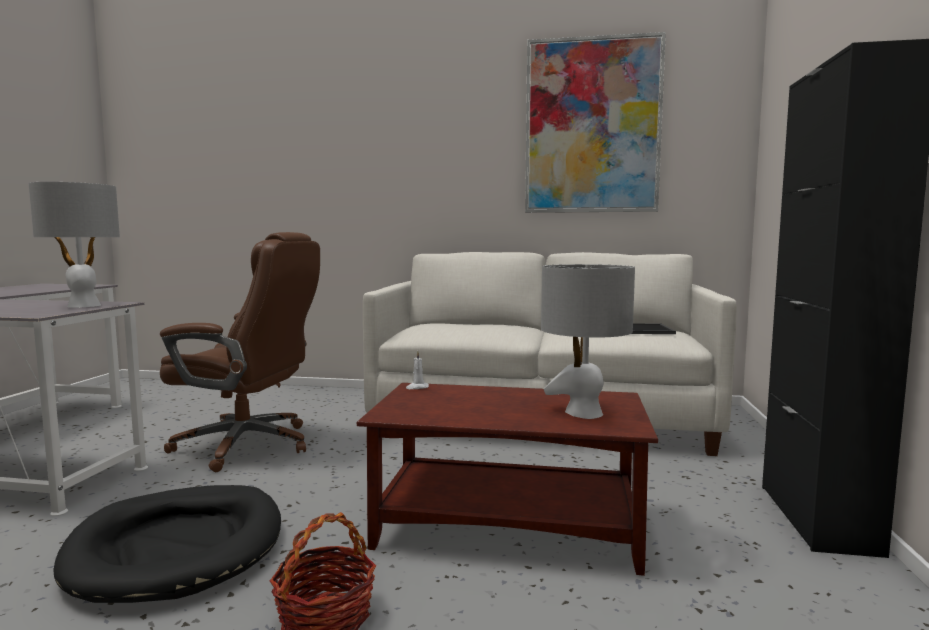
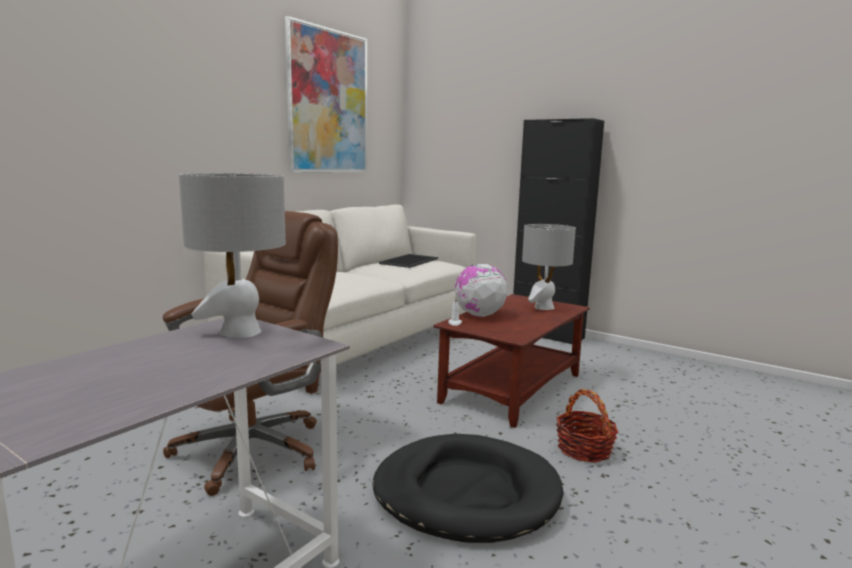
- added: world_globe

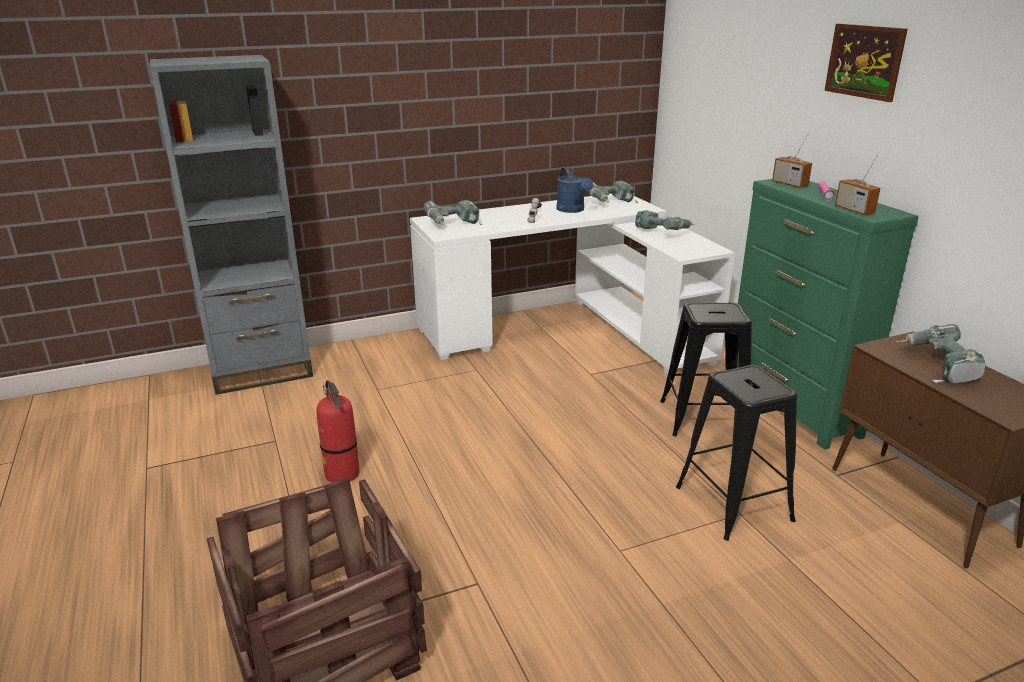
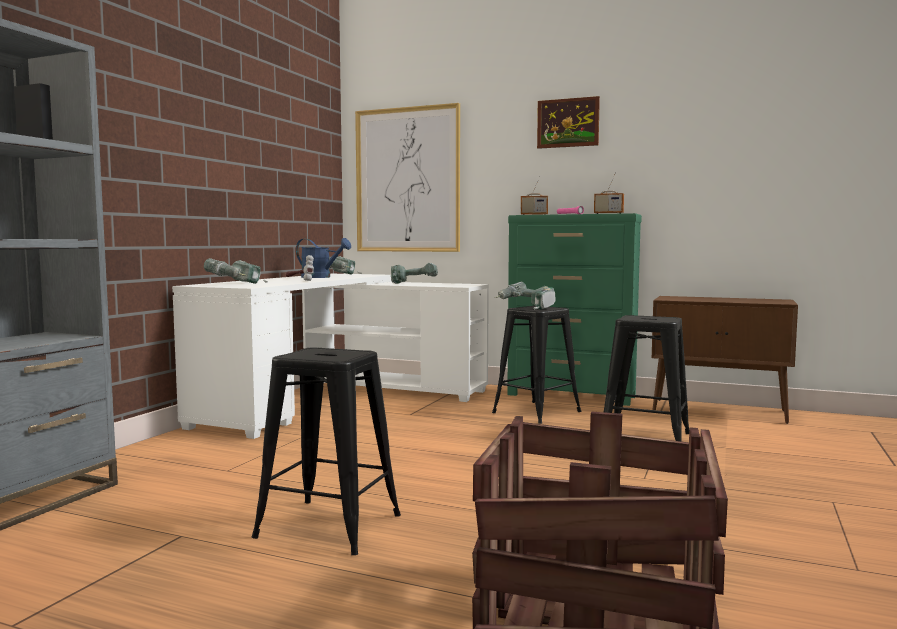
- added: wall_art (1st from left)
- moved: power_drill (4th from left)
- replaced: fire-fighting_cylinder to black_sitting_stool (1st from left)

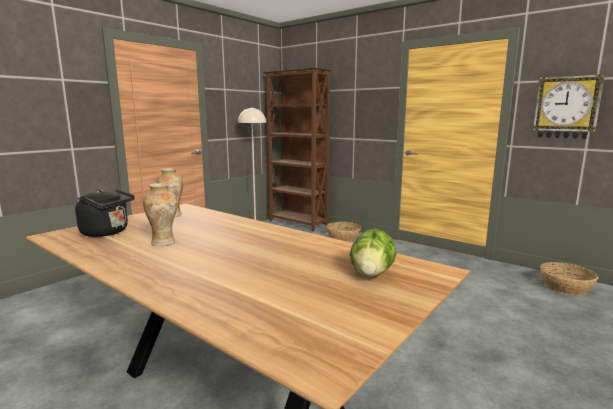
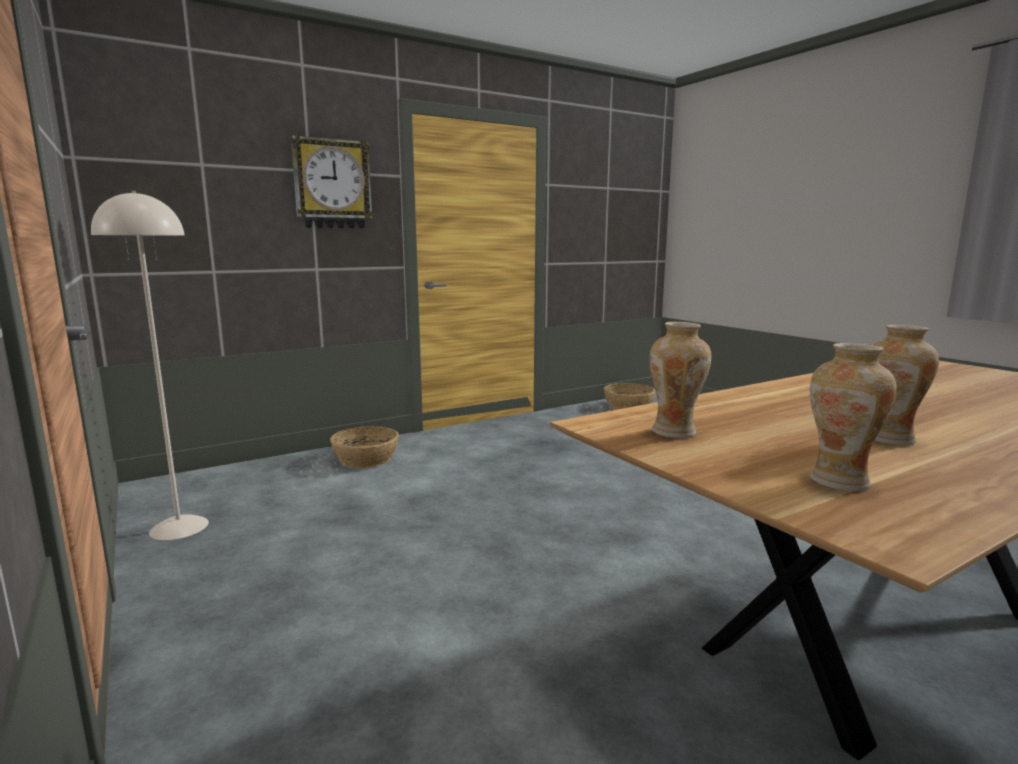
- removed: brown_bookshelf
- removed: lettuce_head
- moved: hanging_clock
- replaced: black_water_kettle to decorative_vase (2nd from left)

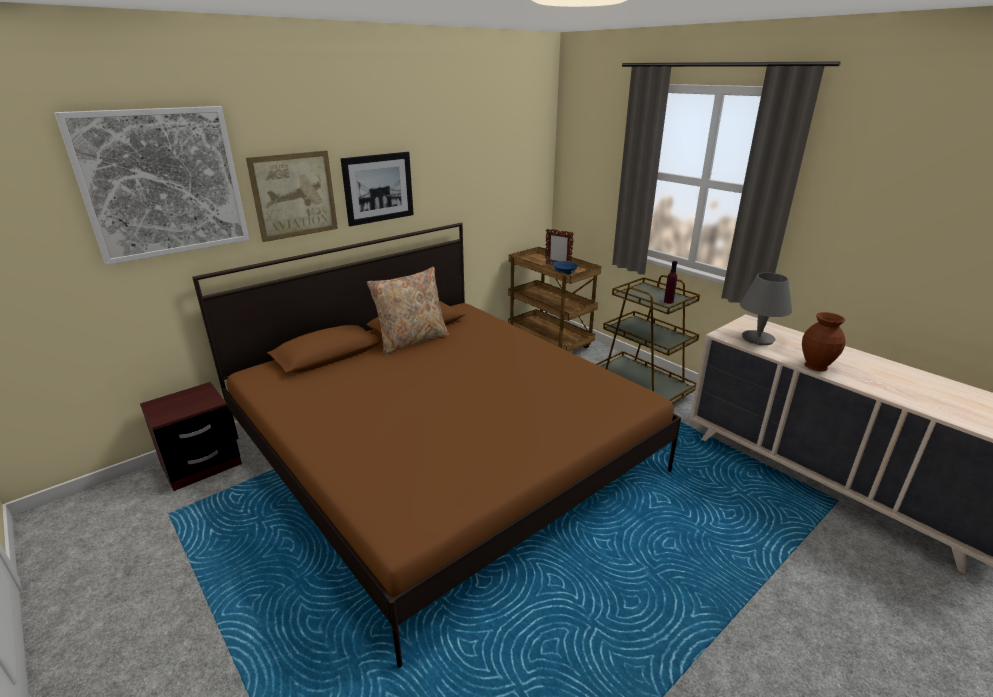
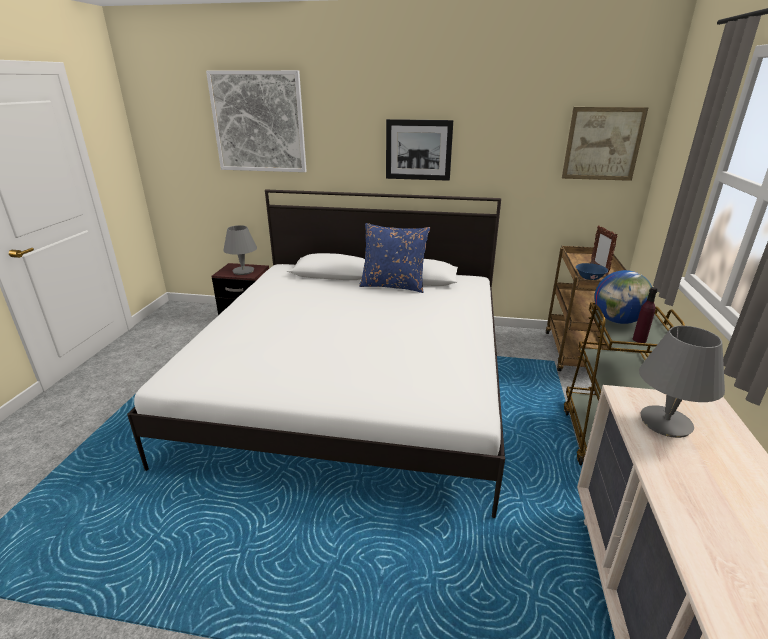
- removed: brown_decorative_vase
- added: gray_tabletop_lamp (1st from left)
- added: world_globe
- moved: wall_art (2nd from left in the first image) to wall_art (3rd from left)
- recoloured: brown_bedroom_bed to white-coloured_bedroom_bed
- recoloured: beige_pillow to bluish_pillow

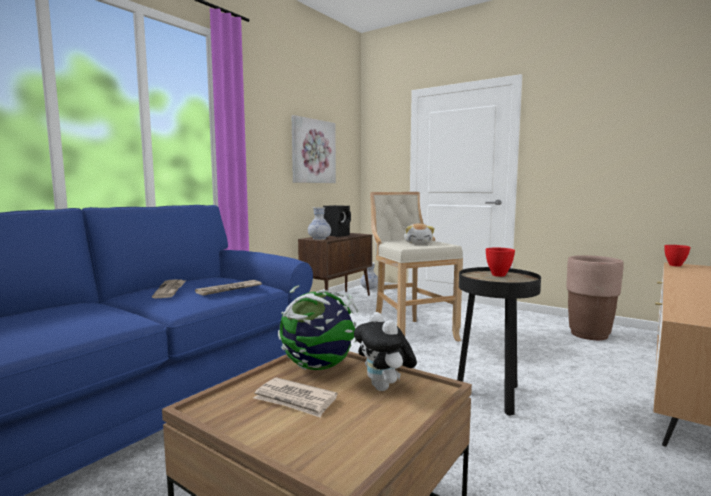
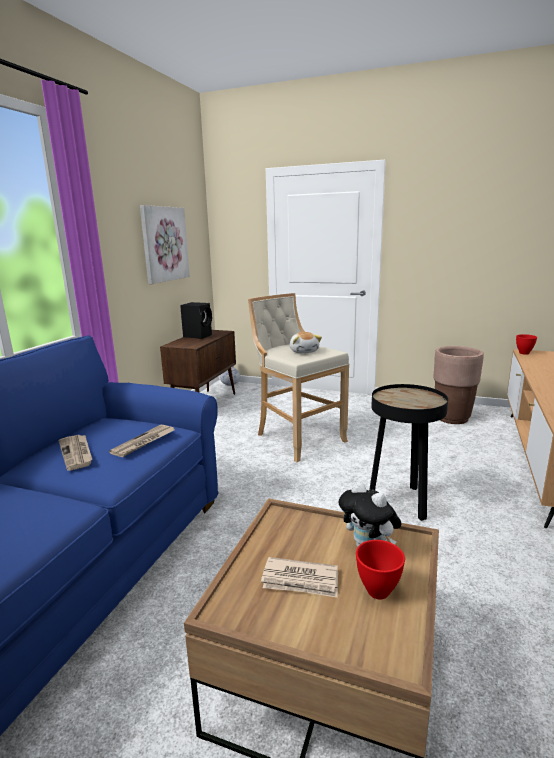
- removed: world_globe
- removed: decorative_vase (1st from left)
- moved: red-coloured_serving_bowl (1st from left)

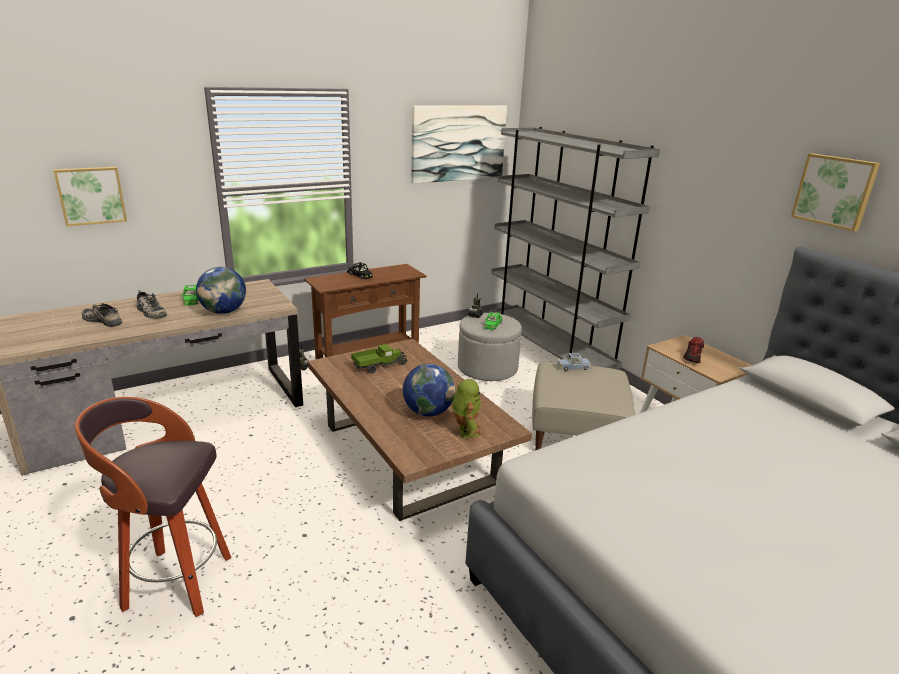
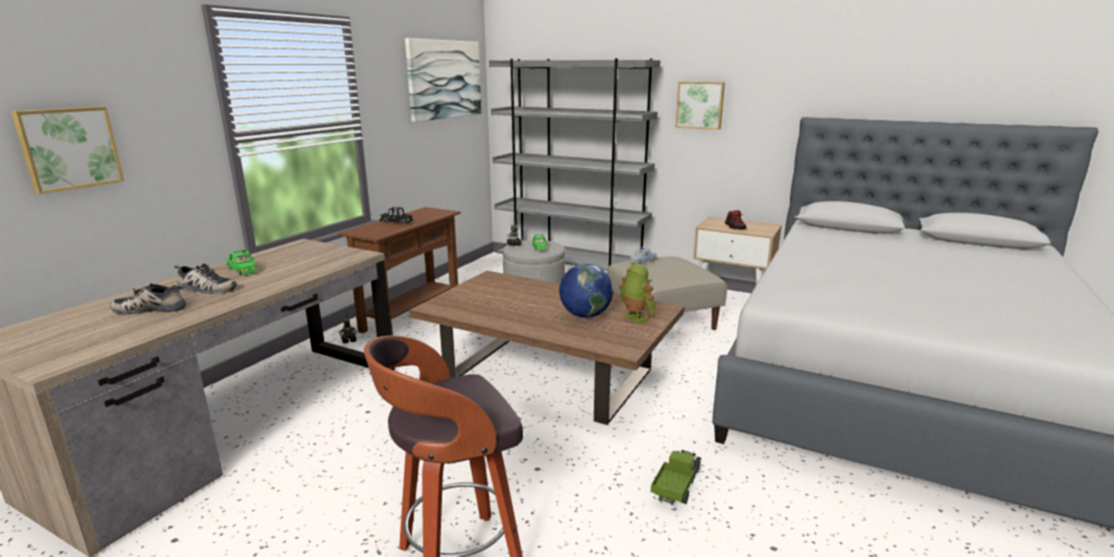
- removed: world_globe (1st from left)
- moved: toy_lorry
- moved: wall_art (3rd from left)

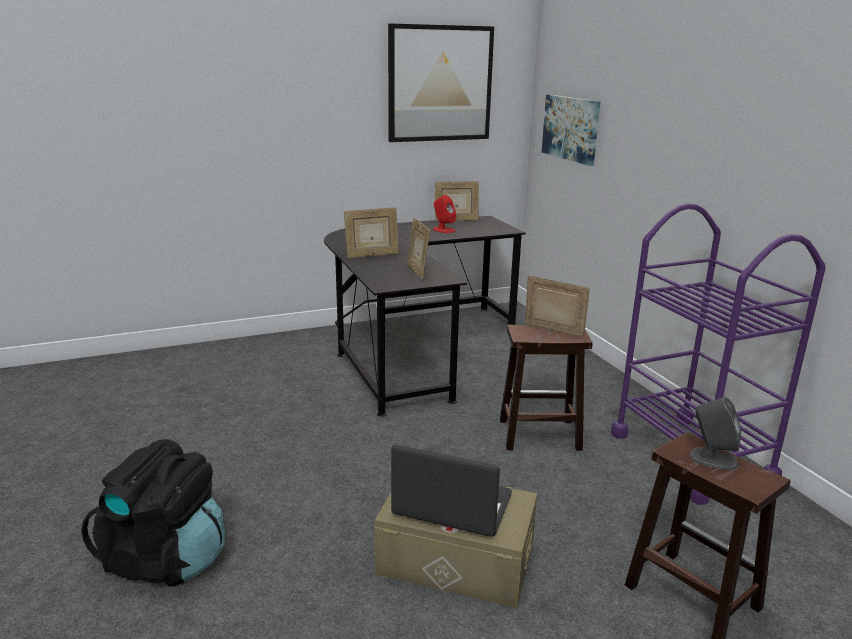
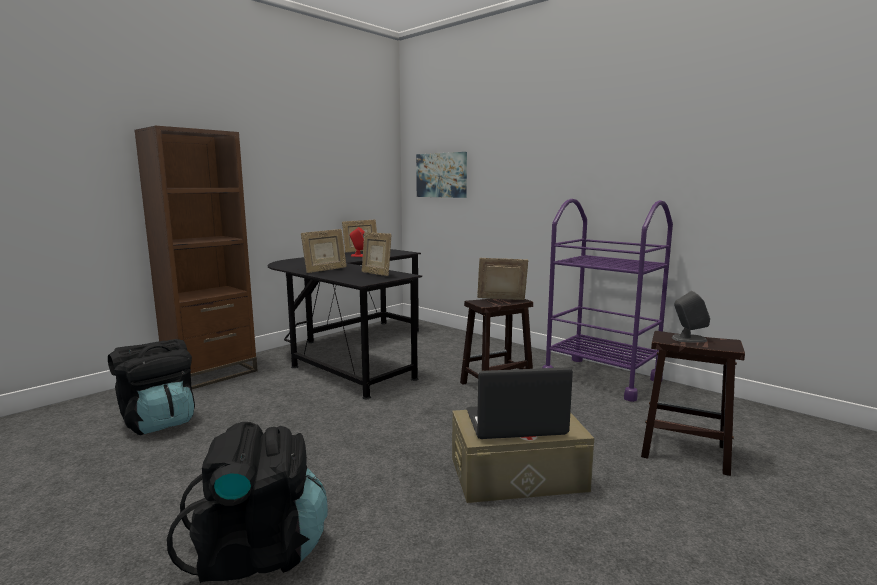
- removed: wall_art (1st from left)
- added: black_backpack (1st from left)
- added: brown_bookshelf

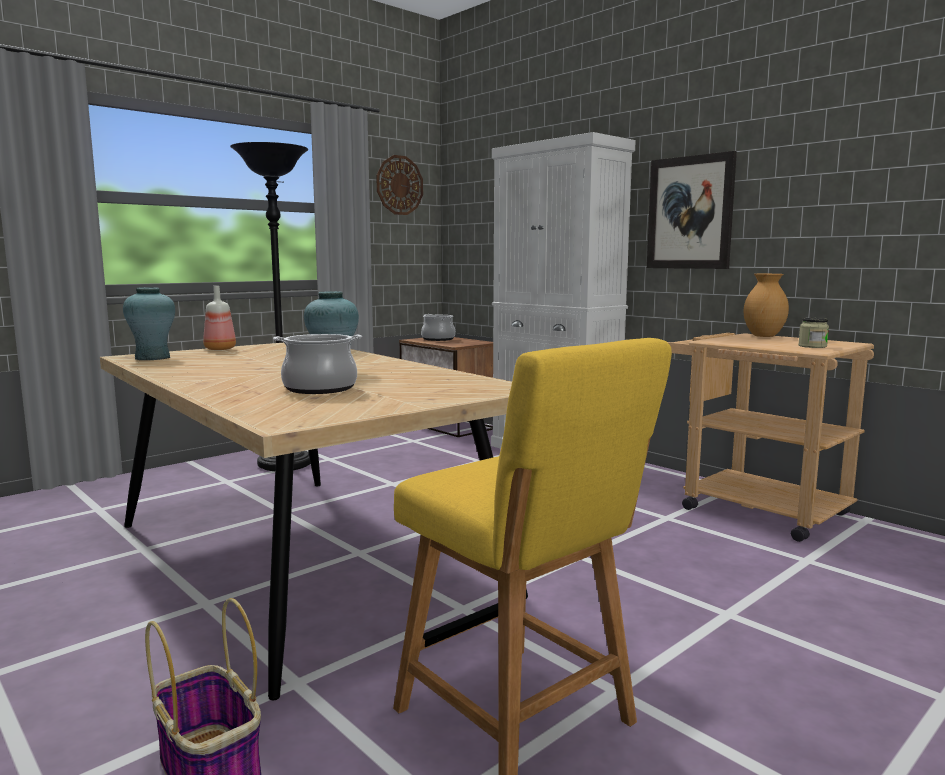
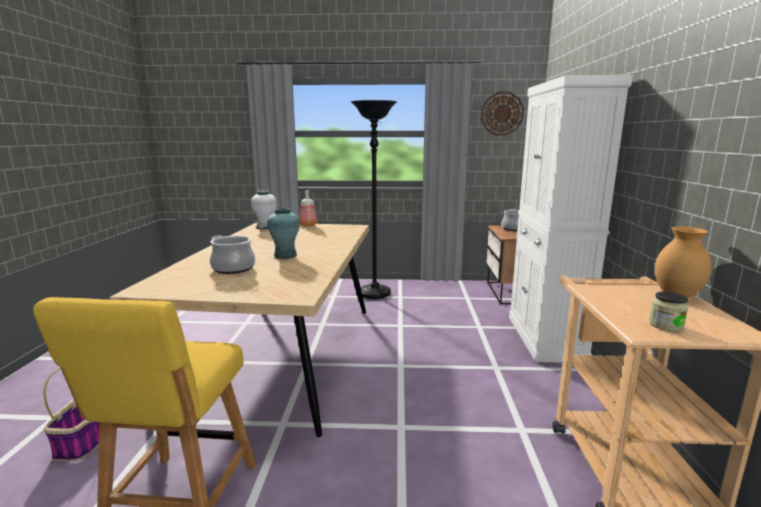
- removed: wall_art
- recoloured: turquoise_decorative_vase (1st from left) to white-coloured_decorative_vase

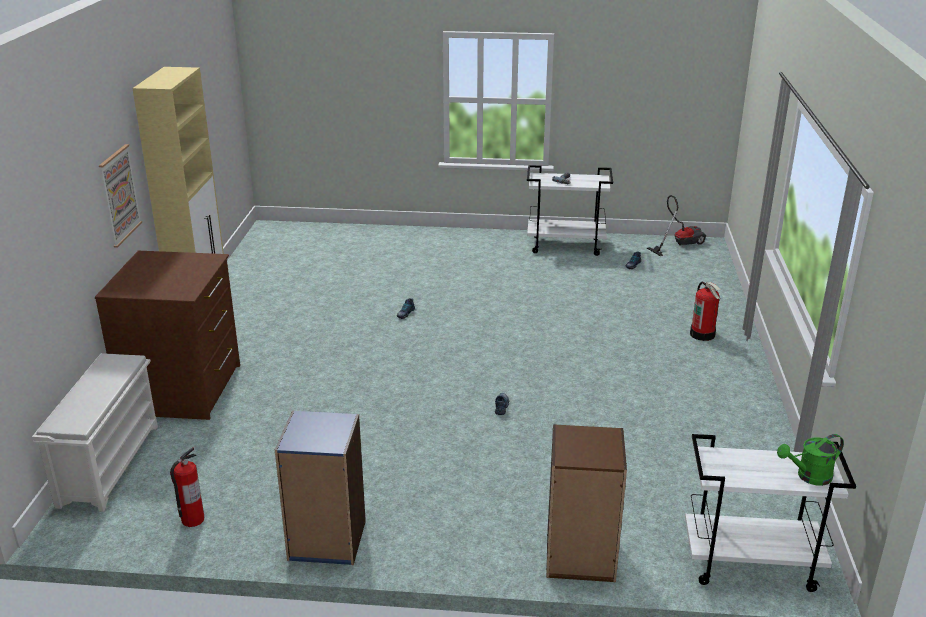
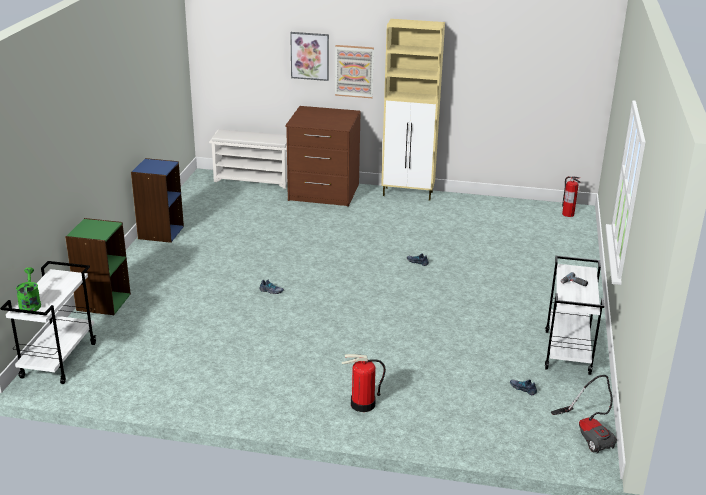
- added: wall_art (1st from left)
- moved: fire-fighting_cylinder (1st from left in the first image) to fire-fighting_cylinder (2nd from left)
- recoloured: brown_bookshelf to greenish_bookshelf

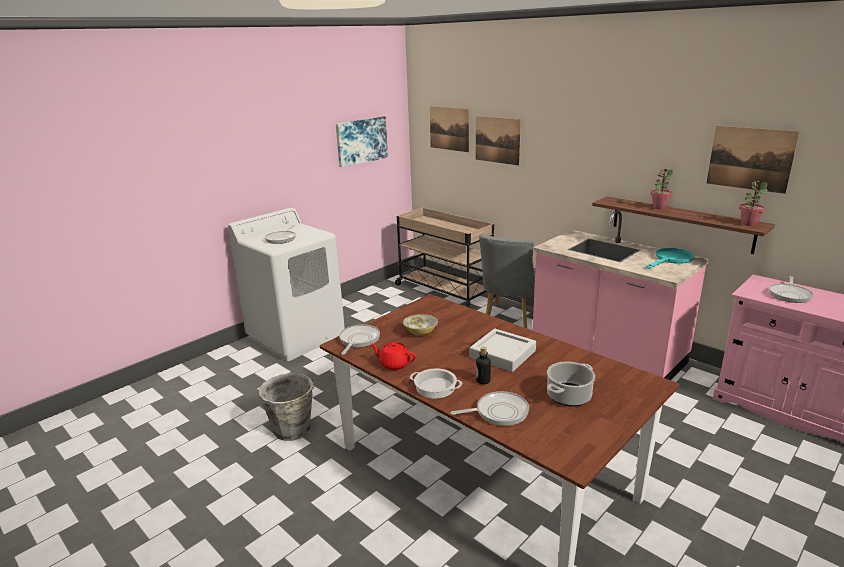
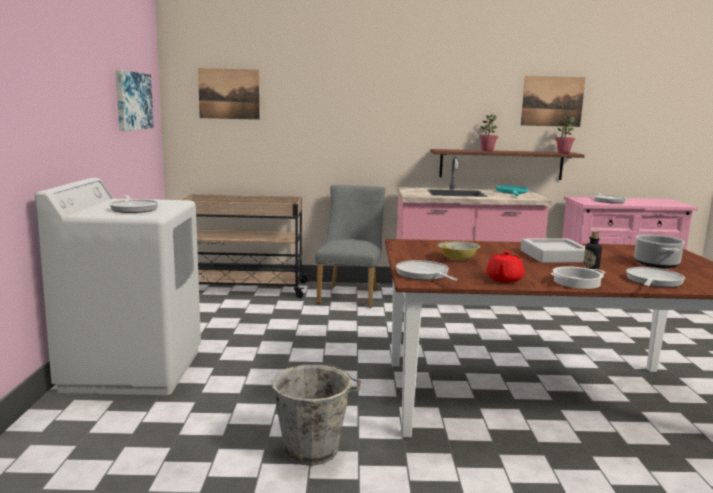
- removed: wall_art (3rd from left)
- turned: red-coloured_pot_for_tea 45 degrees counterclockwise
- turned: gray_upright_chair 150 degrees counterclockwise

